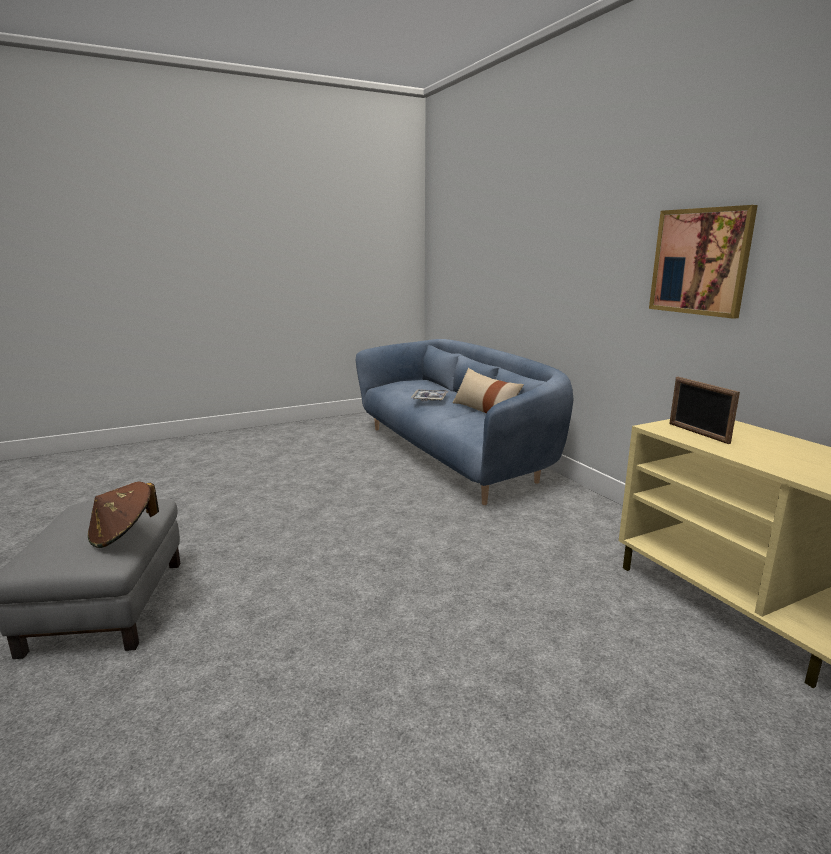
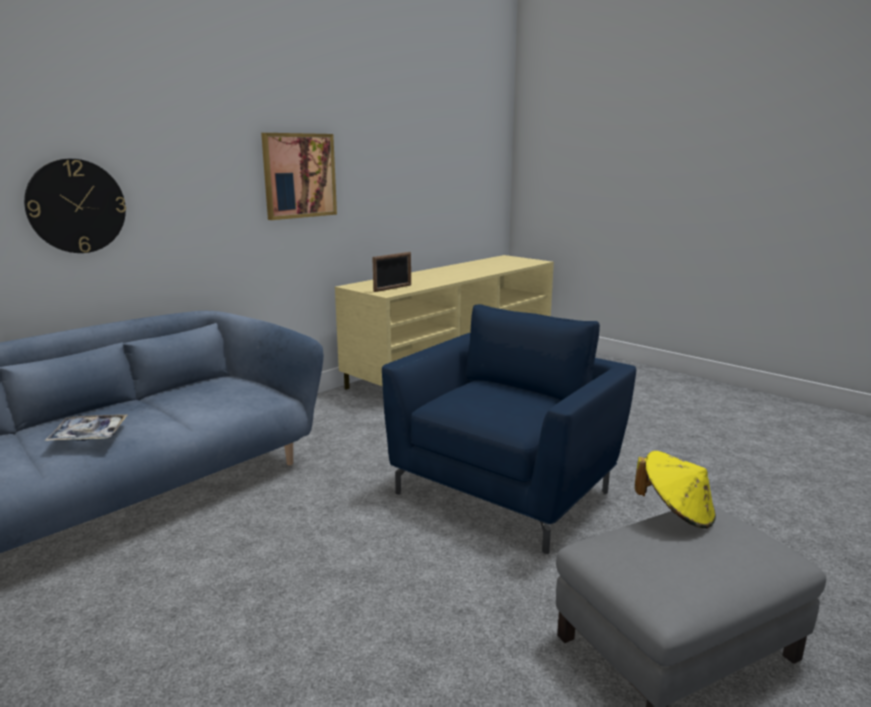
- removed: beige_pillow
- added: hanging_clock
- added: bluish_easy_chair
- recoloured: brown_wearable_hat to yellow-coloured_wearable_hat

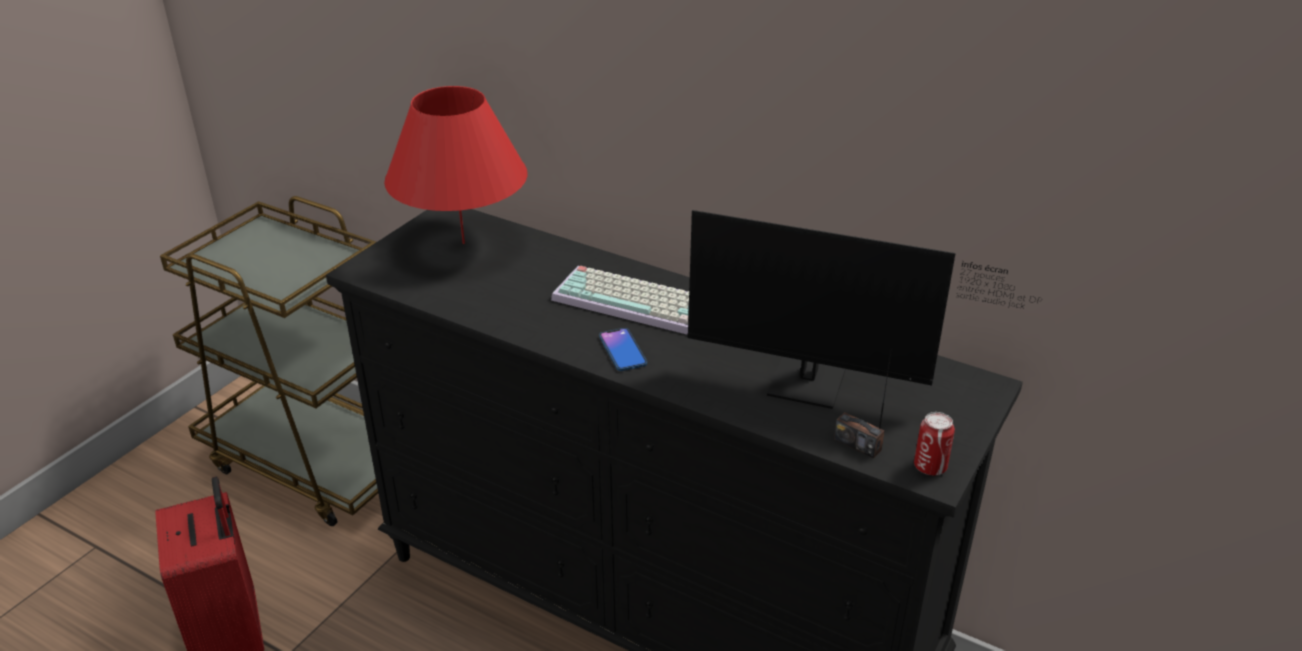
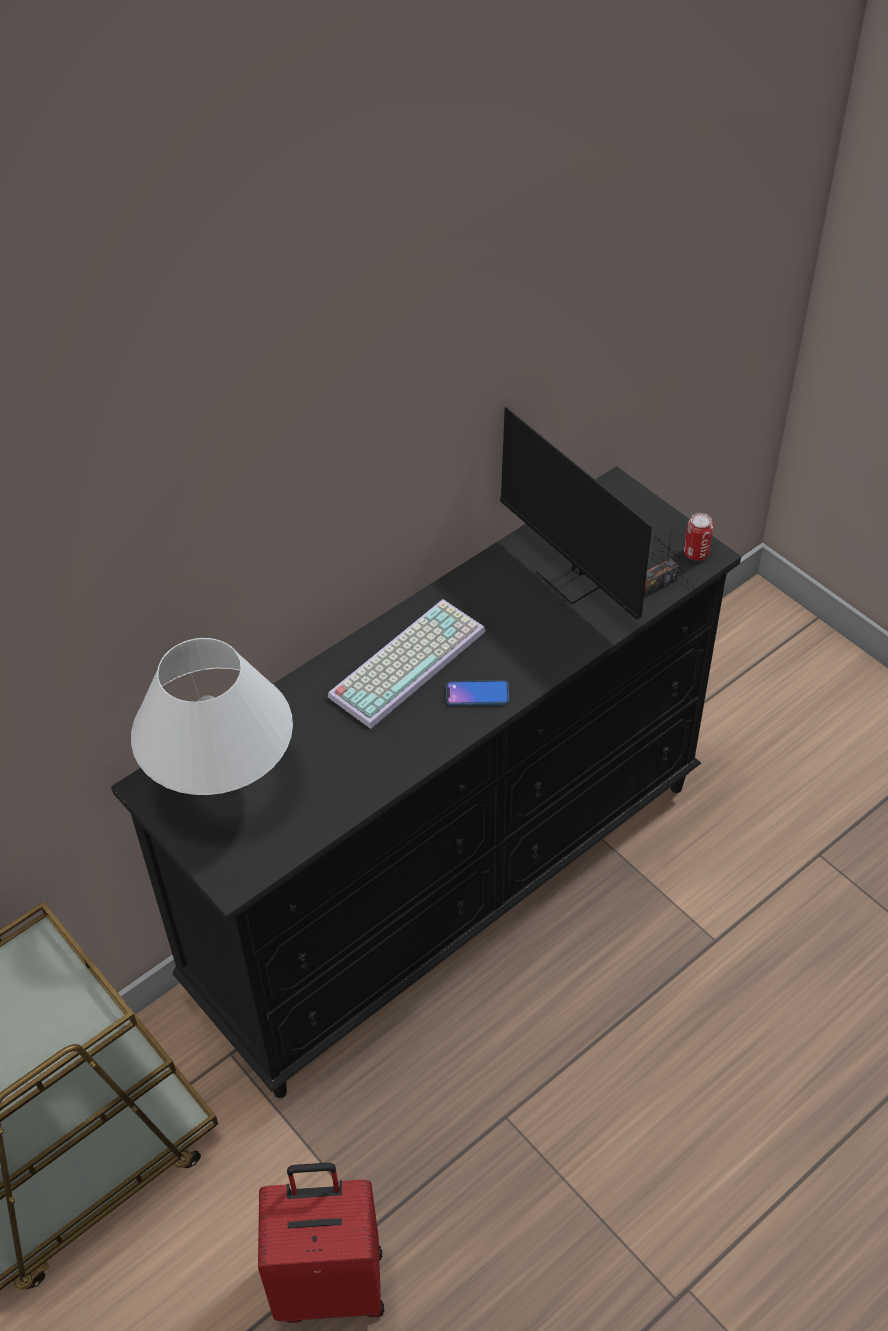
- recoloured: red-coloured_tabletop_lamp to white-coloured_tabletop_lamp
- turned: computer_screen 105 degrees clockwise

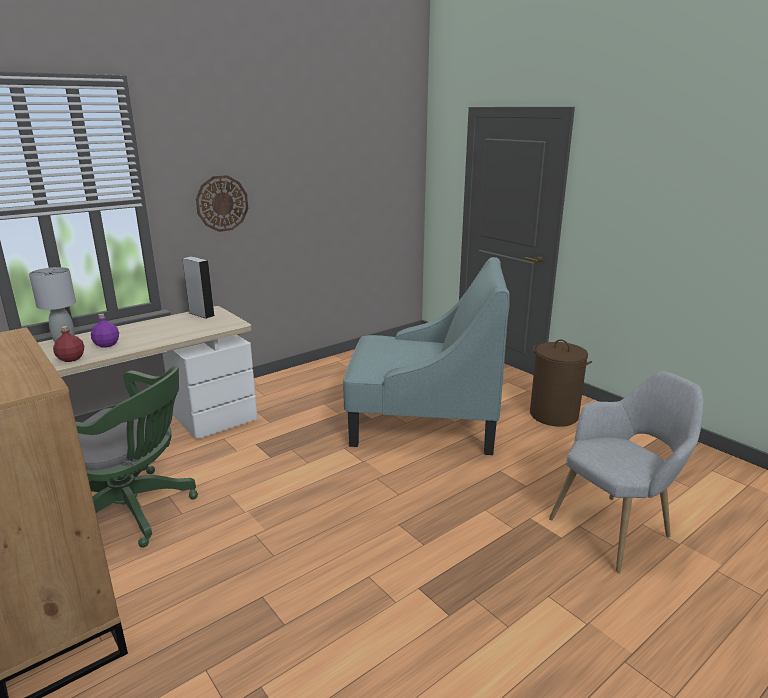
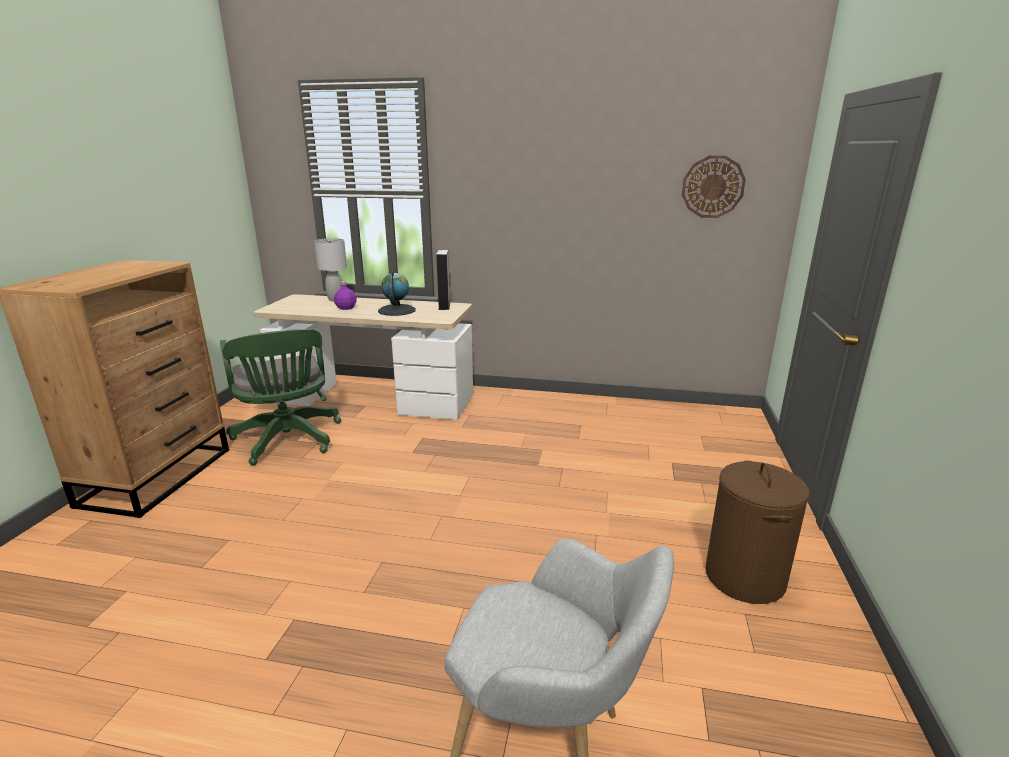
- removed: red-coloured_bottle
- removed: turquoise_easy_chair
- added: world_globe
- moved: hanging_clock

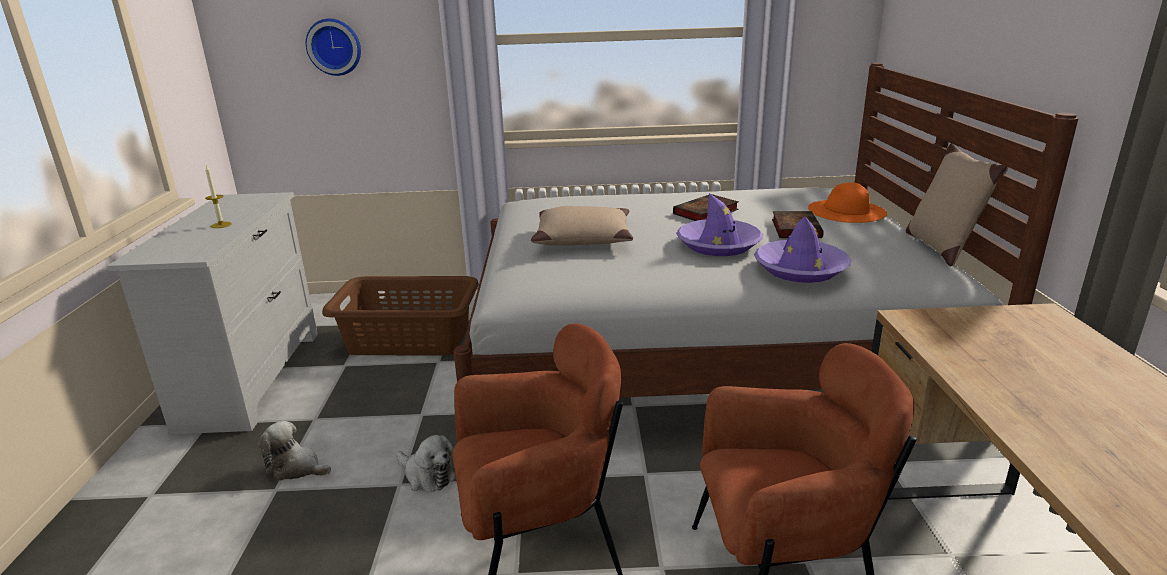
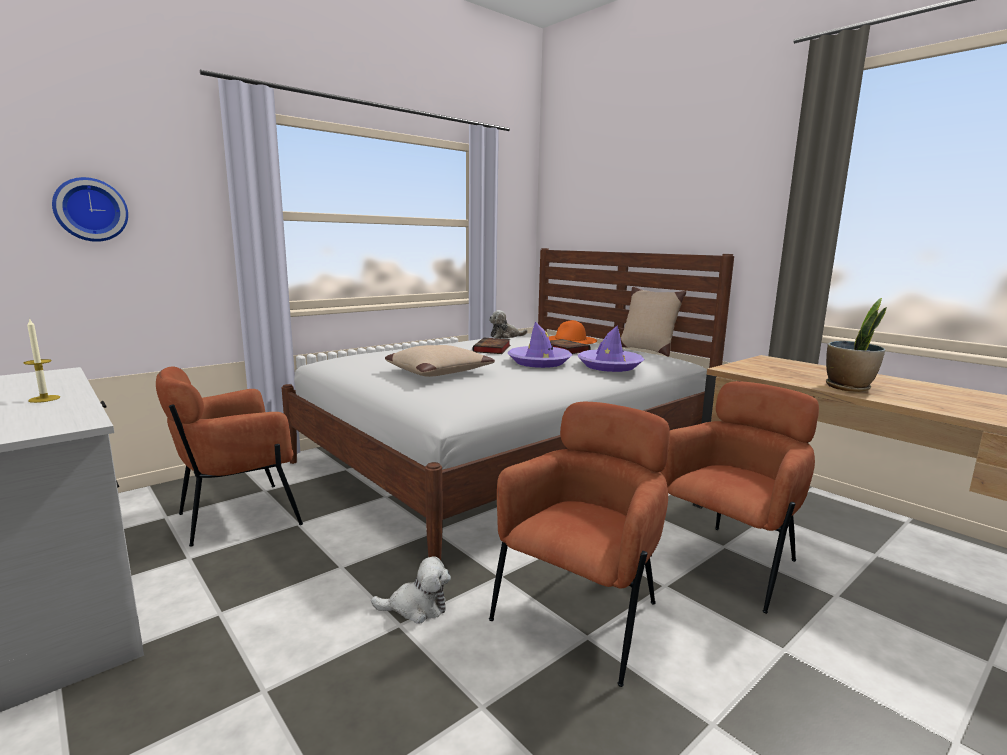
- added: houseplant
- moved: cuddly_toy (1st from left in the first image) to cuddly_toy (2nd from left)
- replaced: brown_hamper to brown_easy_chair (1st from left)

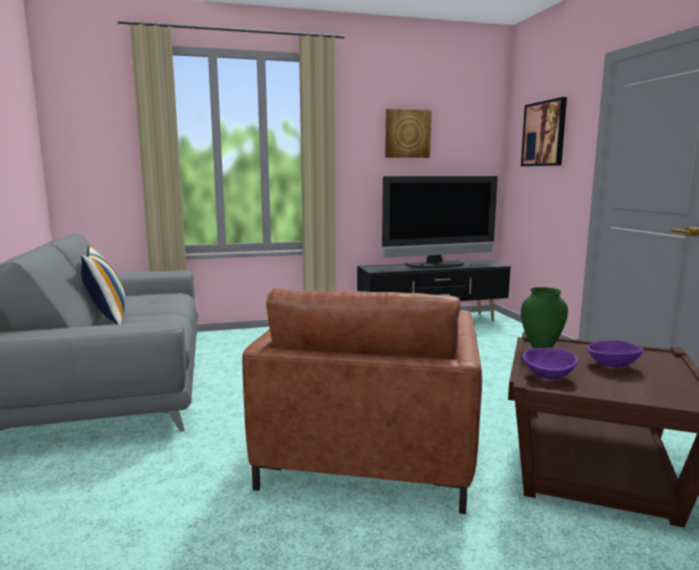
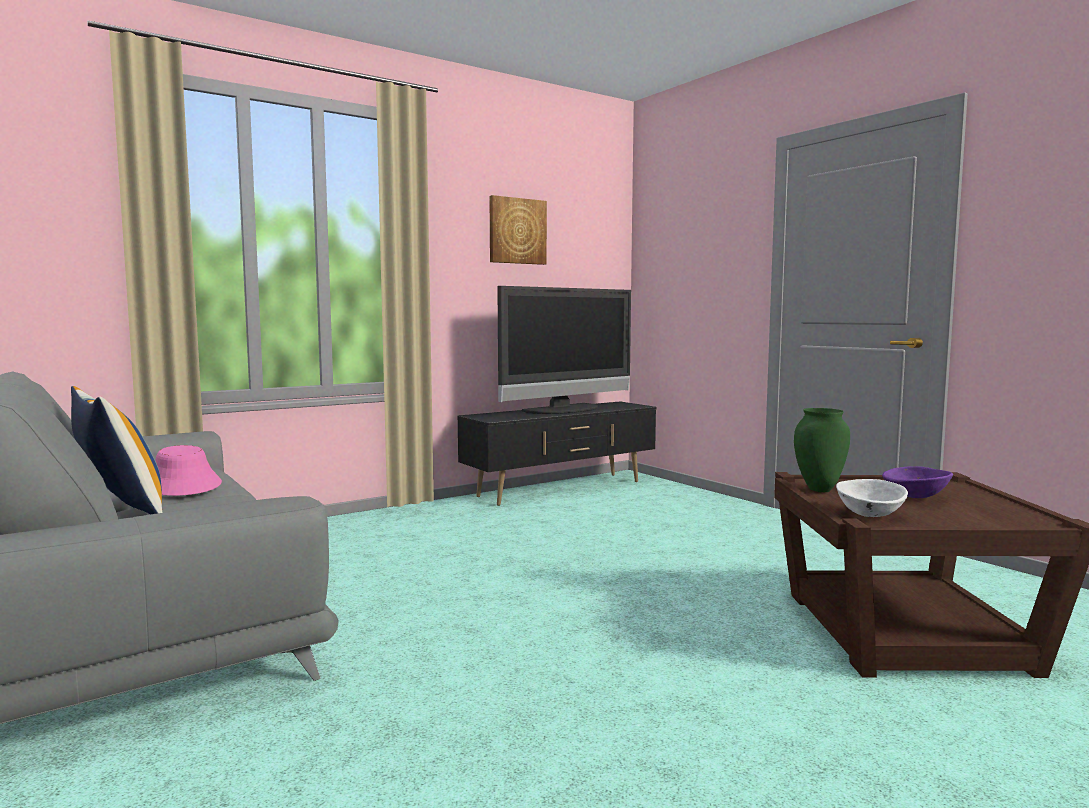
- removed: brown_easy_chair
- removed: wall_art (2nd from left)
- added: pink_wearable_hat
- recoloured: purple_serving_bowl (1st from left) to white-coloured_serving_bowl

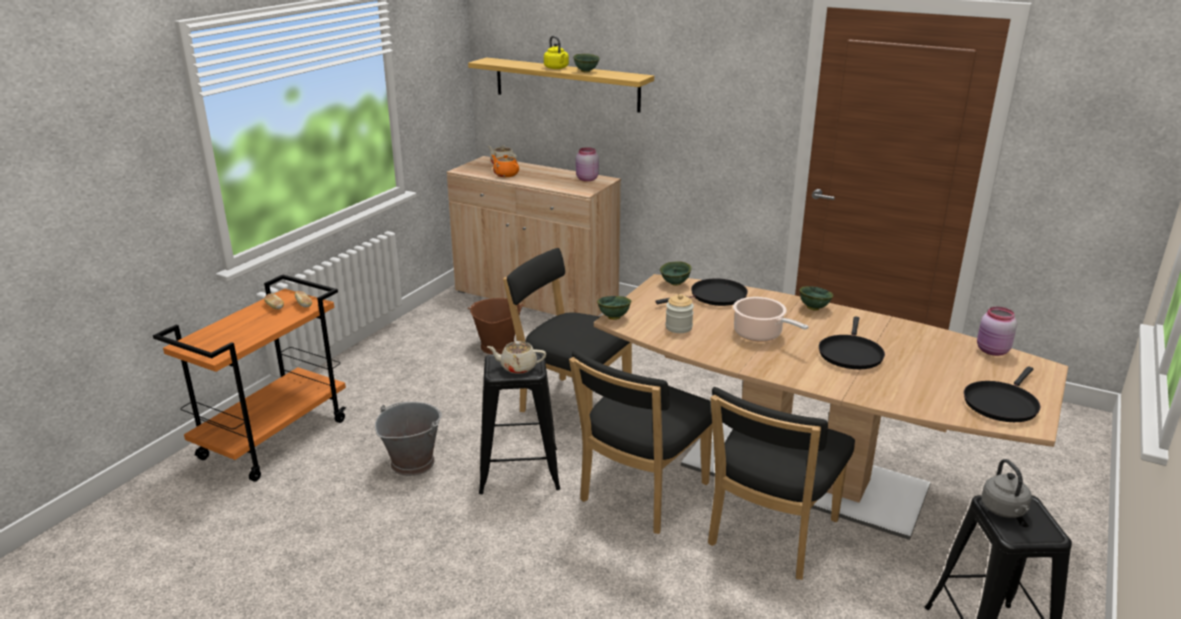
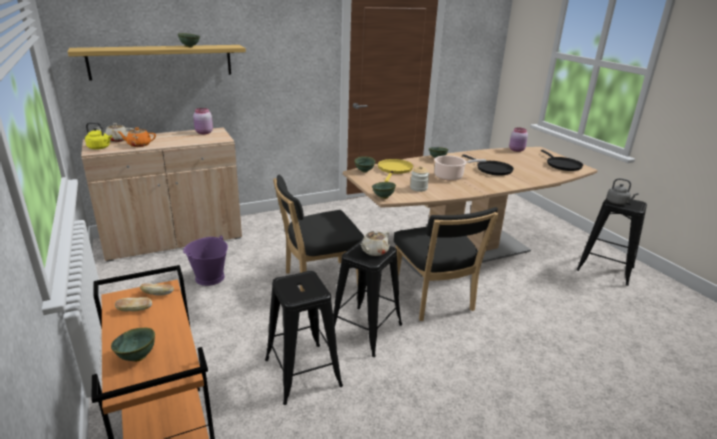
- removed: black_upright_chair (3rd from left)
- added: greenish_serving_bowl (1st from left)
- moved: yellow-coloured_water_kettle
- replaced: gray_bucket to black_sitting_stool (1st from left)
- recoloured: brown_bucket to purple_bucket
- recoloured: black_skillet (1st from left) to yellow-coloured_skillet

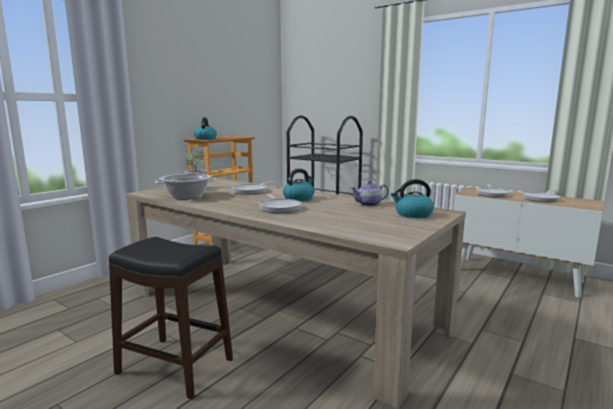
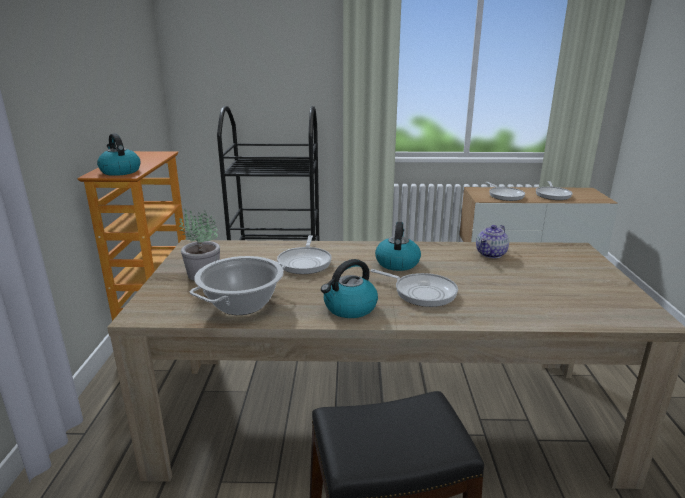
- moved: water_kettle (3rd from left in the first image) to water_kettle (2nd from left)

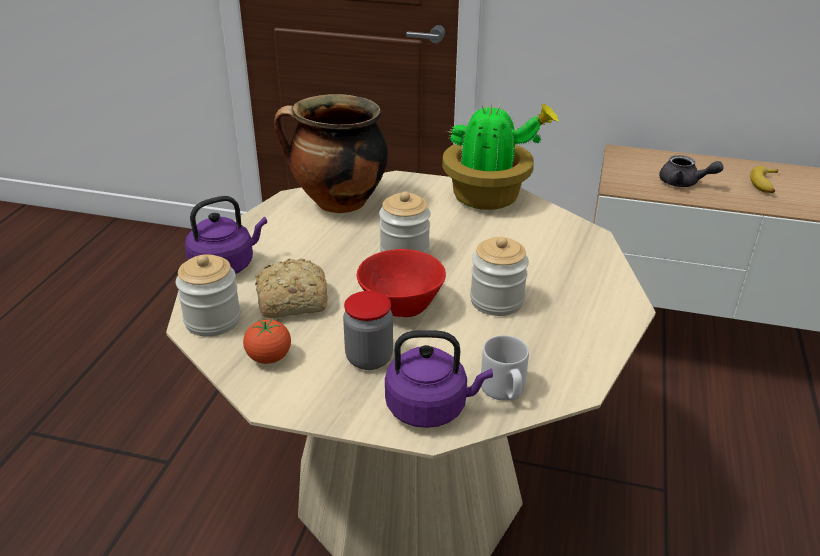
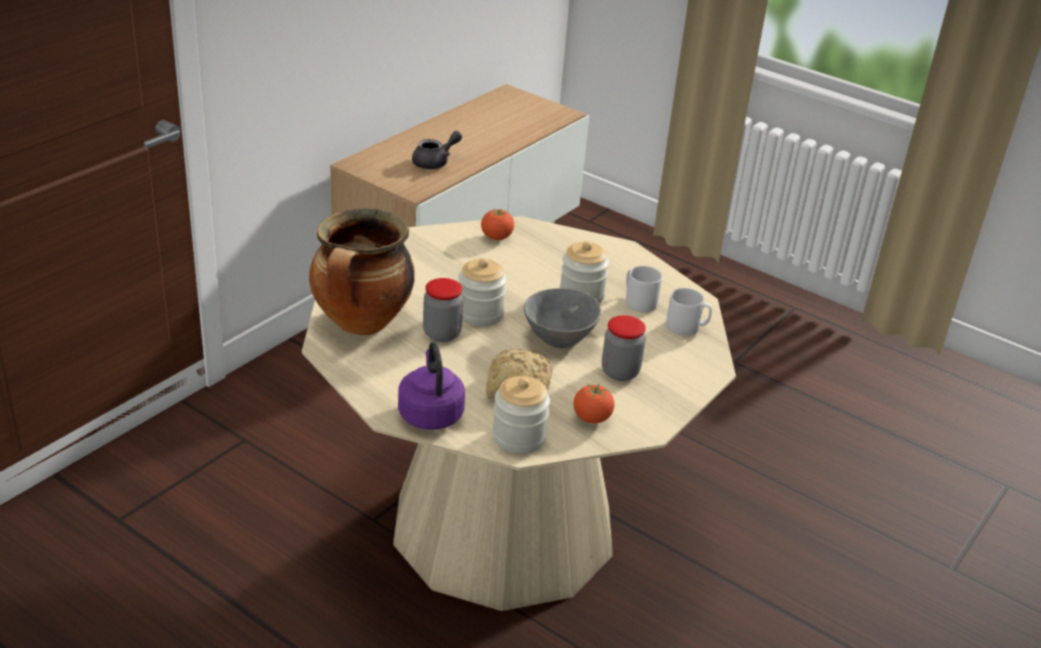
- removed: purple_water_kettle (2nd from left)
- removed: houseplant
- removed: whole_banana
- added: preserve_jar (1st from left)
- added: whole_tomato (1st from left)
- added: gray_coffee_mug (1st from left)
- recoloured: red-coloured_serving_bowl to gray_serving_bowl

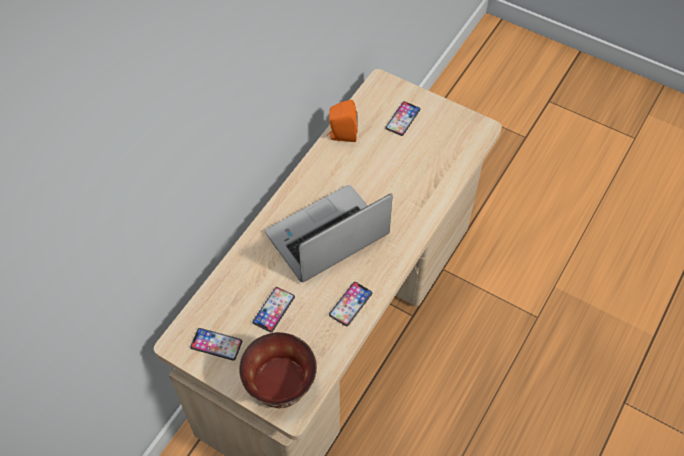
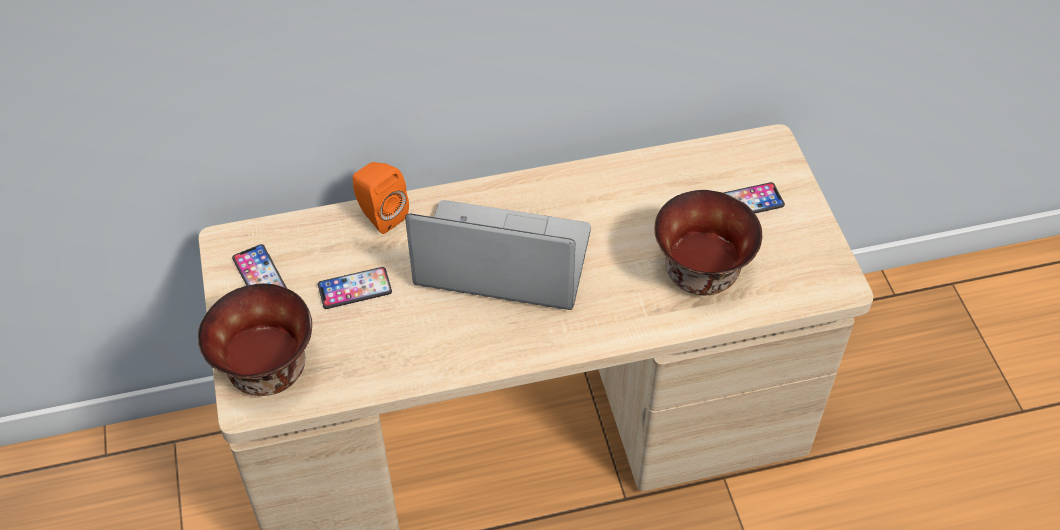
- removed: telephone (3rd from left)
- added: serving_bowl (2nd from left)
- moved: orangey_loudspeaker

